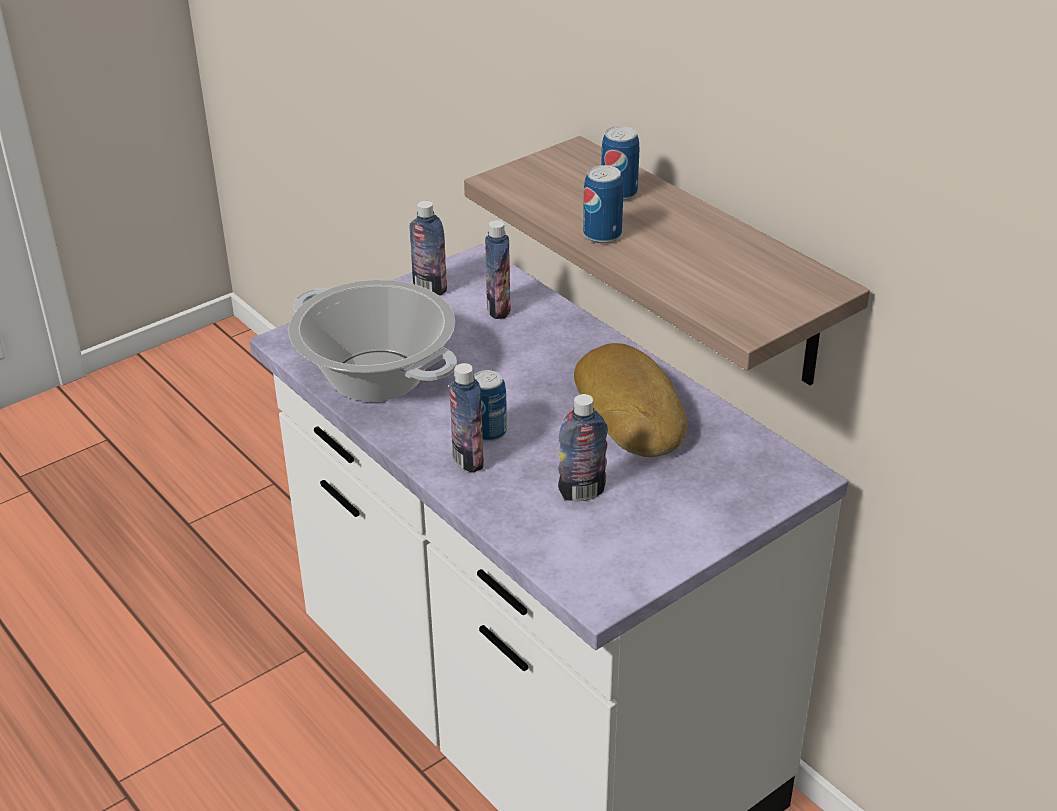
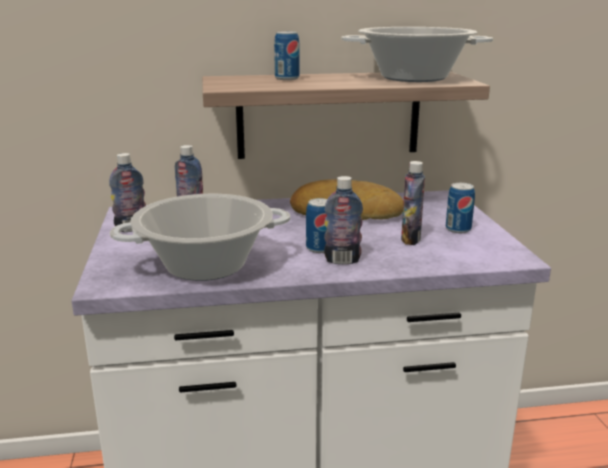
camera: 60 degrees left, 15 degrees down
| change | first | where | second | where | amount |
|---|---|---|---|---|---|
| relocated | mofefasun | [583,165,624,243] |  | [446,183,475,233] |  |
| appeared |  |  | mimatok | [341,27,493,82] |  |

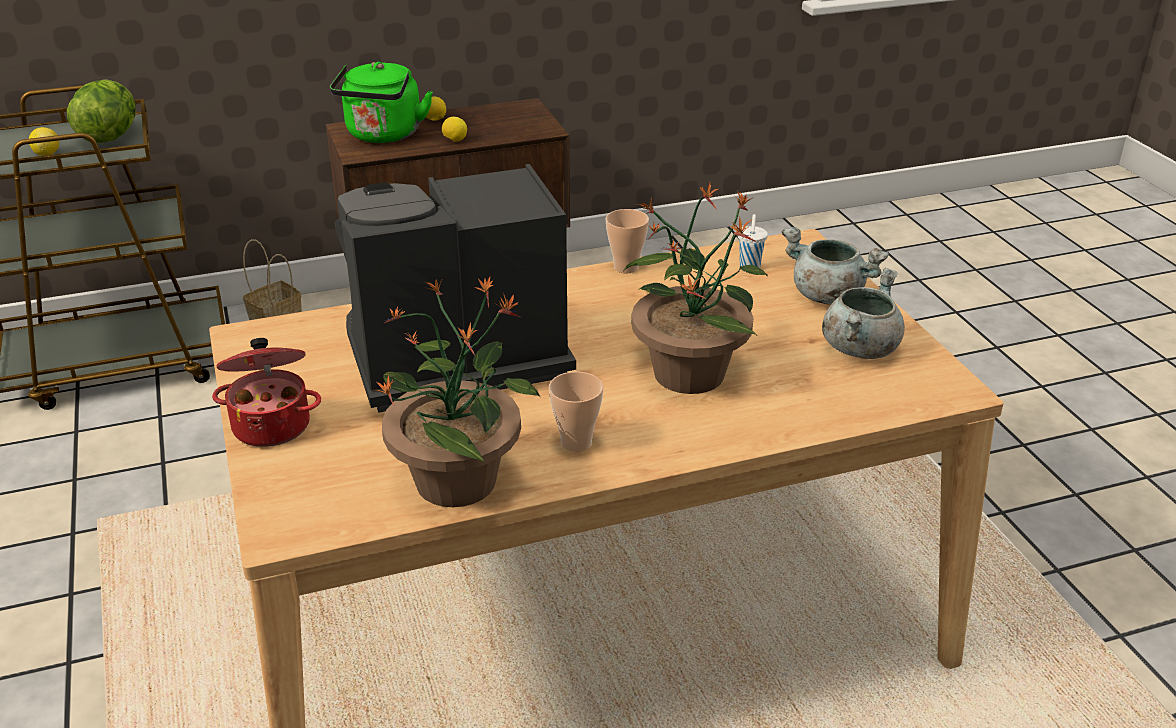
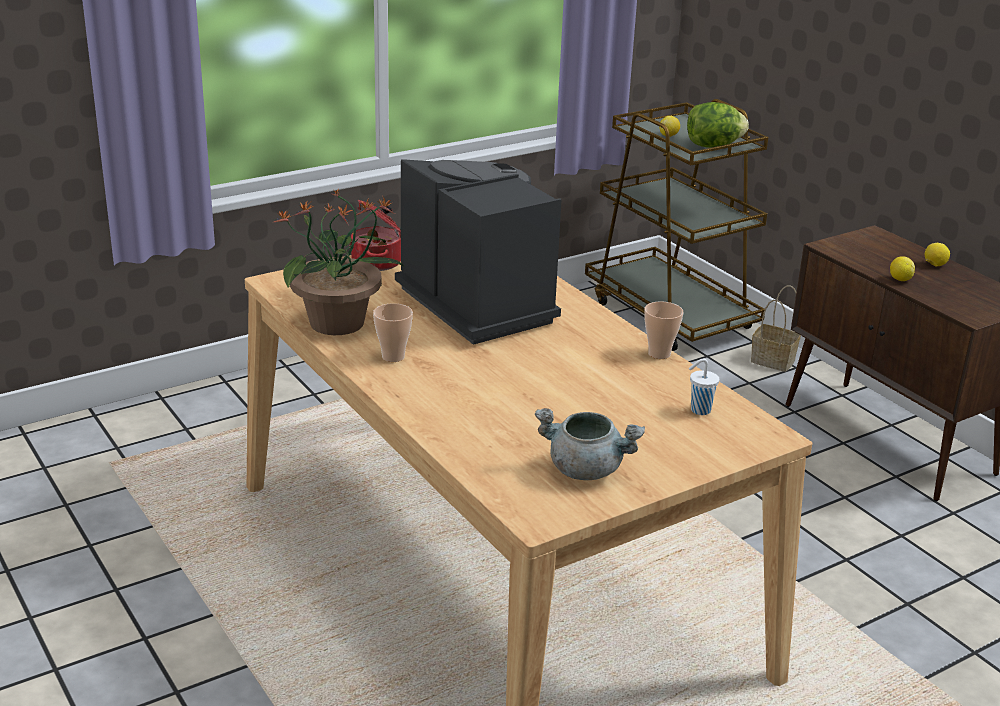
camera: 75 degrees right, 5 degrees down
| change | first | where | second | where | amount |
|---|---|---|---|---|---|
| missing | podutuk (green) | [330,62,433,143] |  |  |  |
| missing | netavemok | [624,182,768,394] |  |  |  |
| missing | mimatok (grey) | [782,227,889,305] |  |  |  |

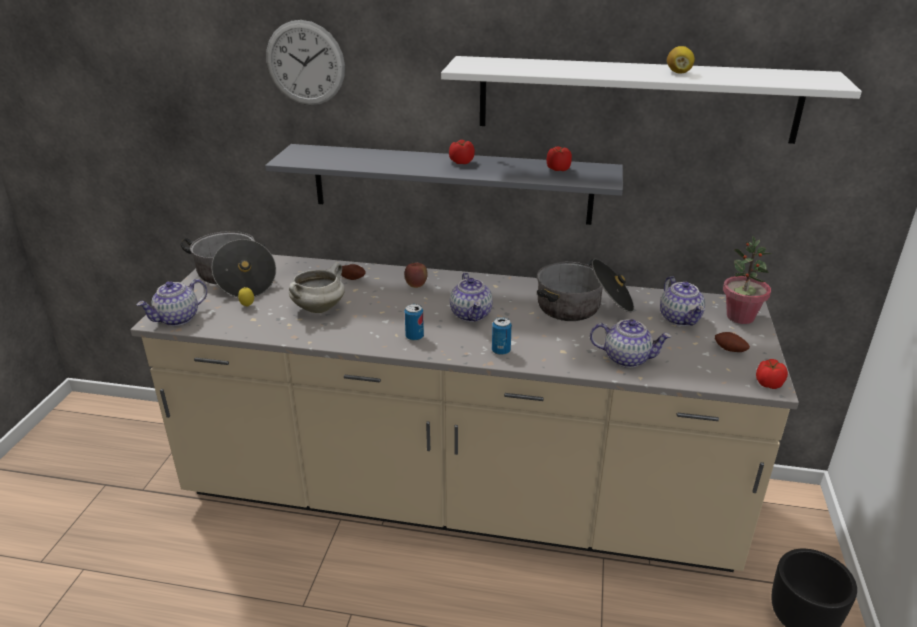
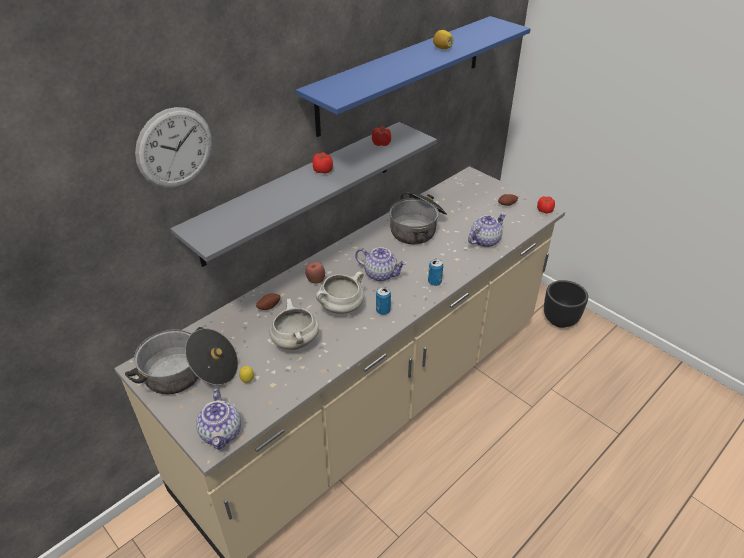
camera: 55 degrees left, 10 degrees up
| change | first | where | second | where | amount |
|---|---|---|---|---|---|
| colour | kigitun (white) | [441,56,862,144] | kigitun (blue) | [296,16,531,137] |  |
| missing | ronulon | [660,276,705,326] |  |  |  |
| missing | netavemok | [723,235,773,324] |  |  |  |
| appeared |  |  | mimatok (white) | [316,271,364,314] |  |

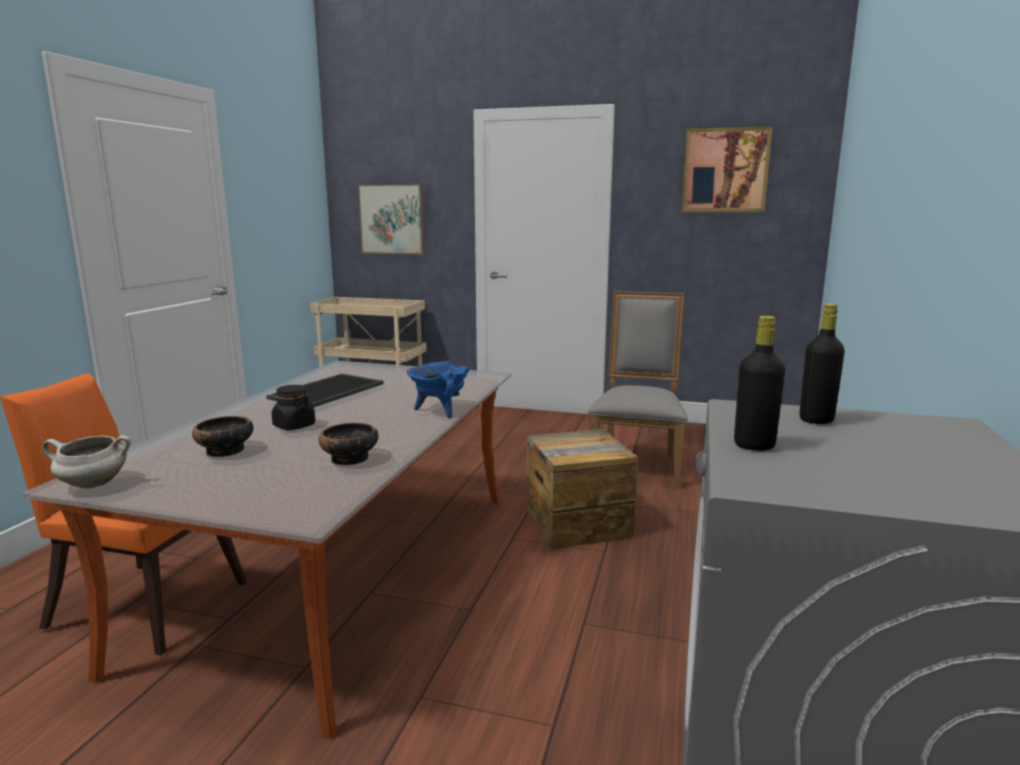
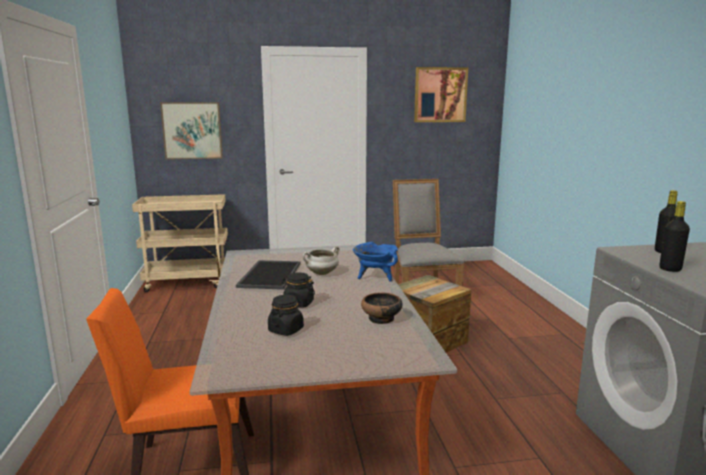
camera: 25 degrees left, 0 degrees up
| change | first | where | second | where | amount |
|---|---|---|---|---|---|
| relocated | mimatok (white) | [42,435,131,488] |  | [303,246,340,275] |  |
| exchanged | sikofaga | [192,416,253,457] | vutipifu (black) | [268,295,304,336] |  |

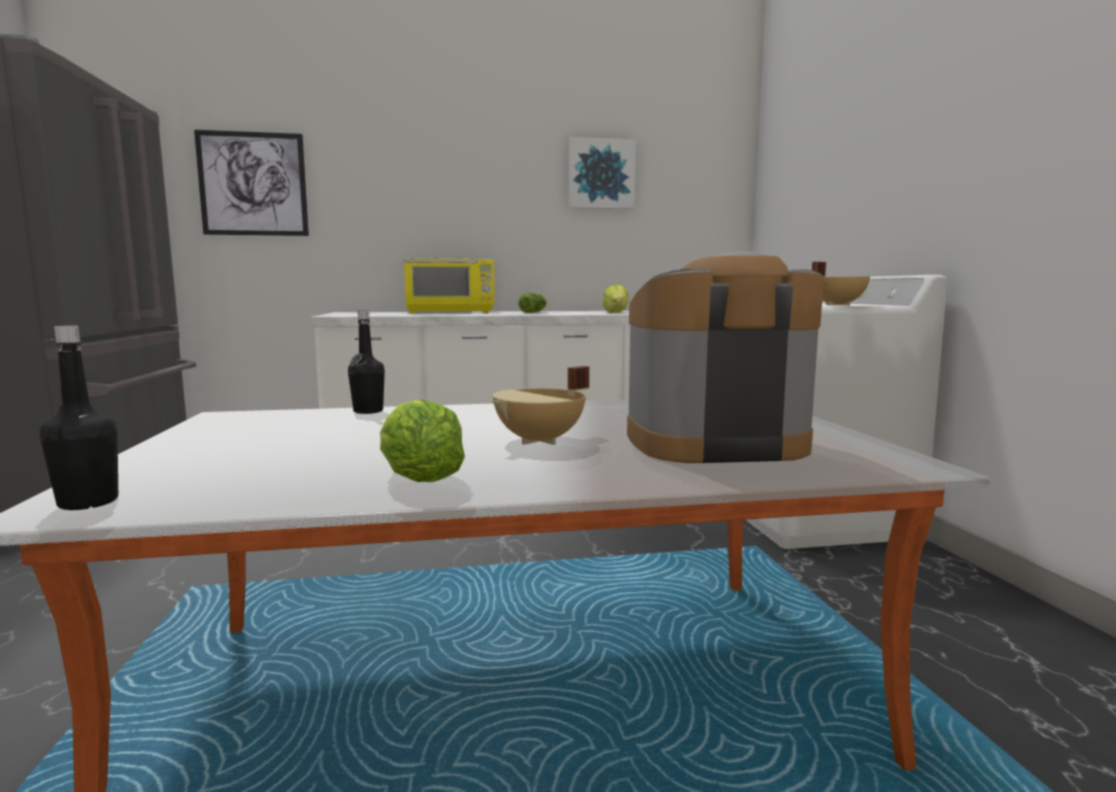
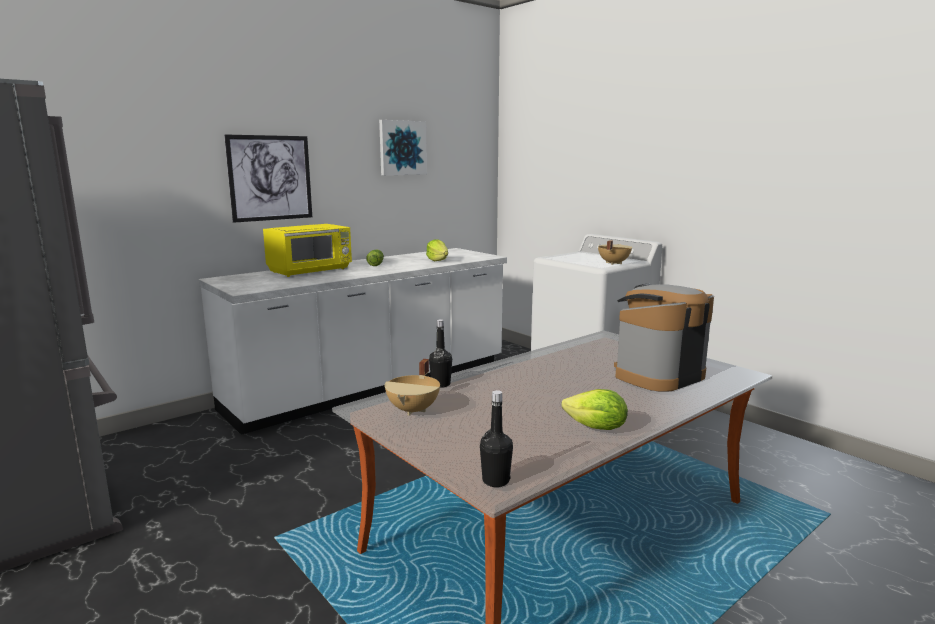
camera: 30 degrees left, 5 degrees up
| change | first | where | second | where | amount |
|---|---|---|---|---|---|
| relocated | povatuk | [194,130,309,236] |  | [224,135,312,223] |  |
| relocated | mimatok (beige) | [492,366,589,445] |  | [384,359,440,416] |  |

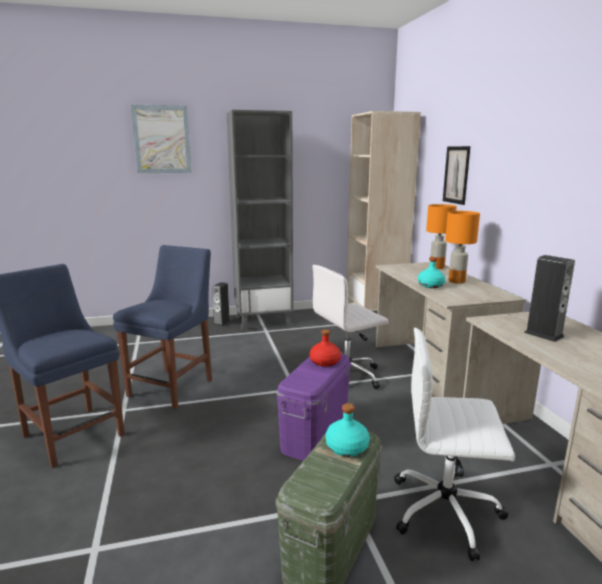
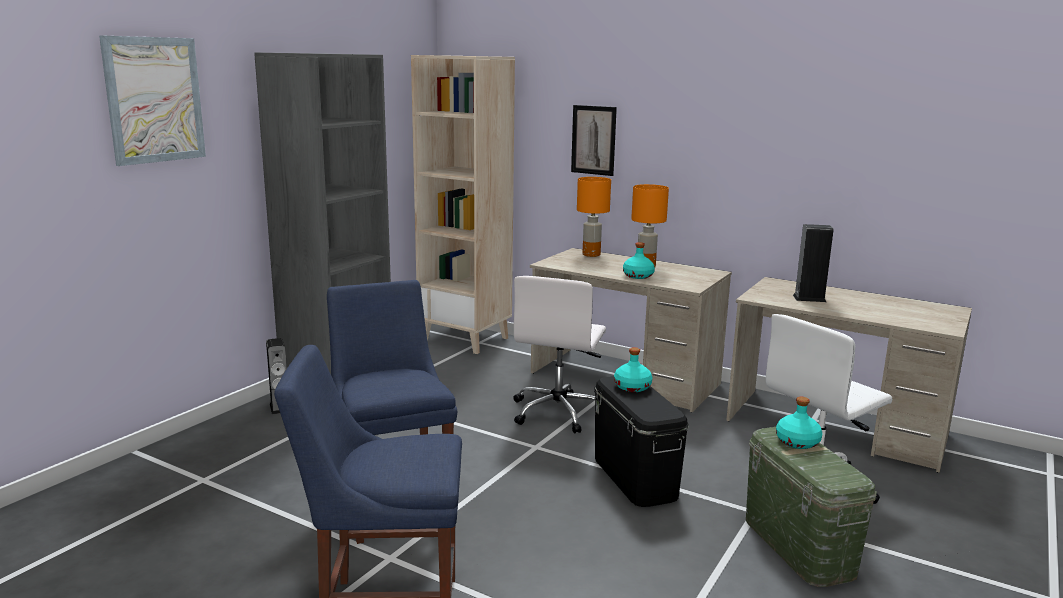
camera: 45 degrees left, 0 degrees up
| change | first | where | second | where | amount |
|---|---|---|---|---|---|
| colour | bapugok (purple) | [276,354,351,461] | bapugok (black) | [594,376,689,507] |  |
| colour | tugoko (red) | [310,330,341,367] | tugoko (turquoise) | [614,347,652,392] |  |

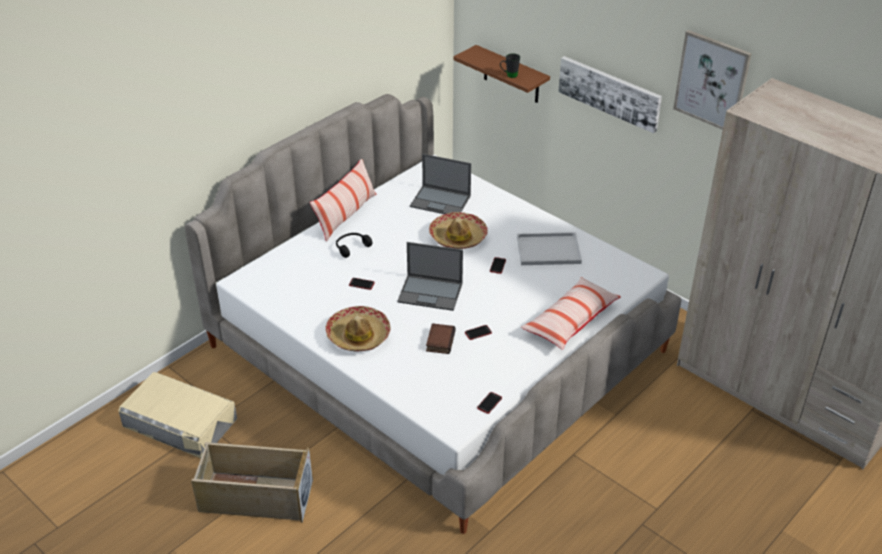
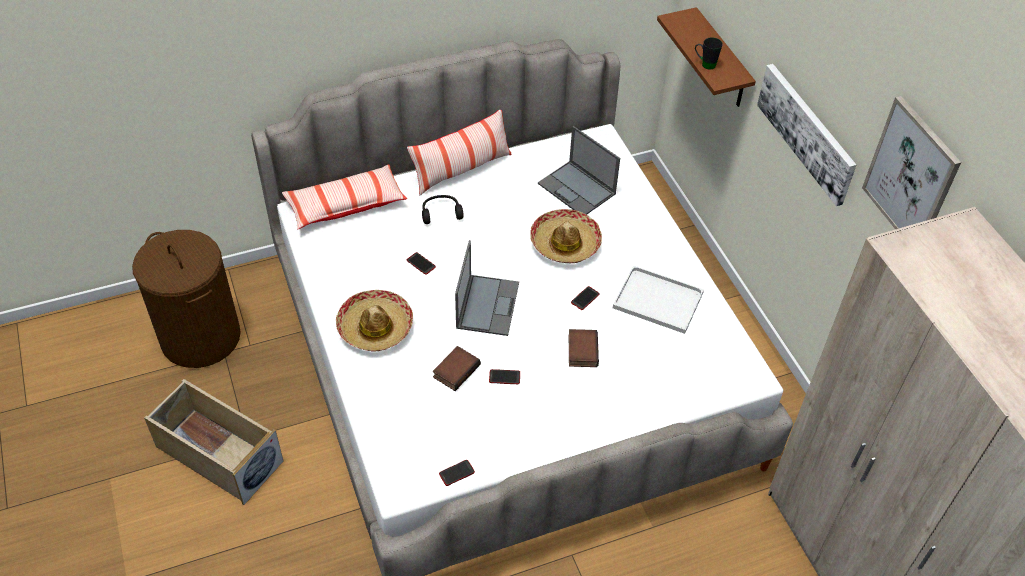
camera: 25 degrees right, 10 degrees up
| change | first | where | second | where | amount |
|---|---|---|---|---|---|
| exchanged | bapugok (beige) | [118,372,237,458] | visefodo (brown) | [132,230,241,368] |  |
| spun | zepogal | [397,242,463,311] |  | [455,240,519,336] | 120 degrees counterclockwise |
| relocated | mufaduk | [521,277,621,350] |  | [282,164,407,229] |  |
| appeared |  |  | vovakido | [569,329,599,367] |  |

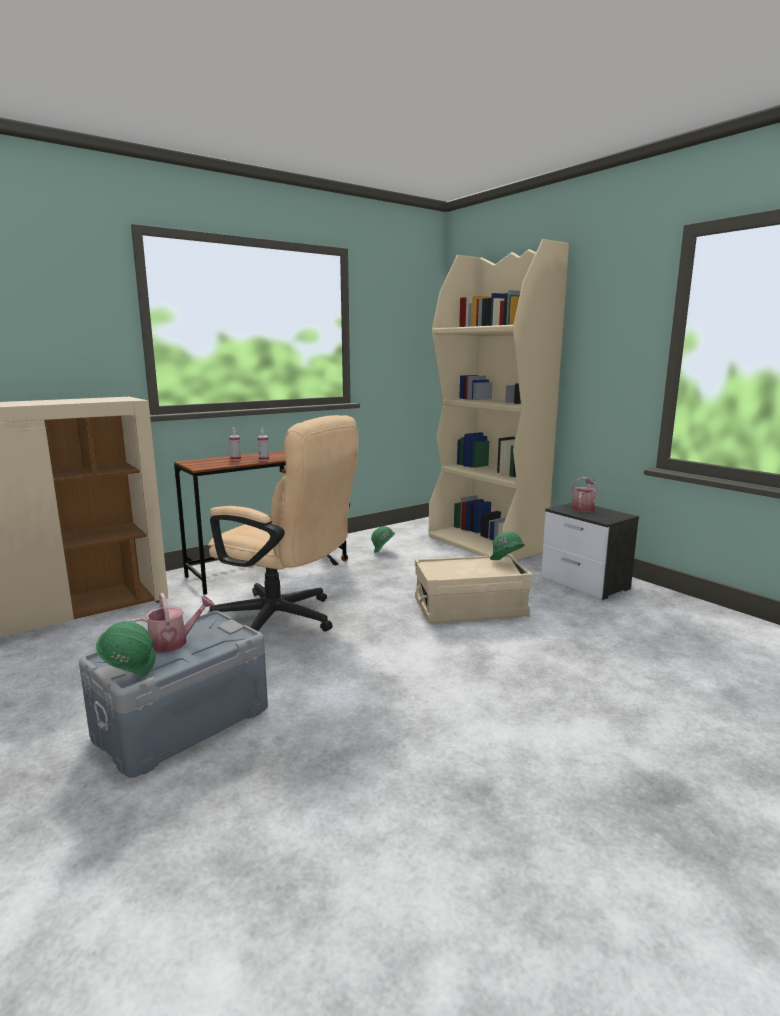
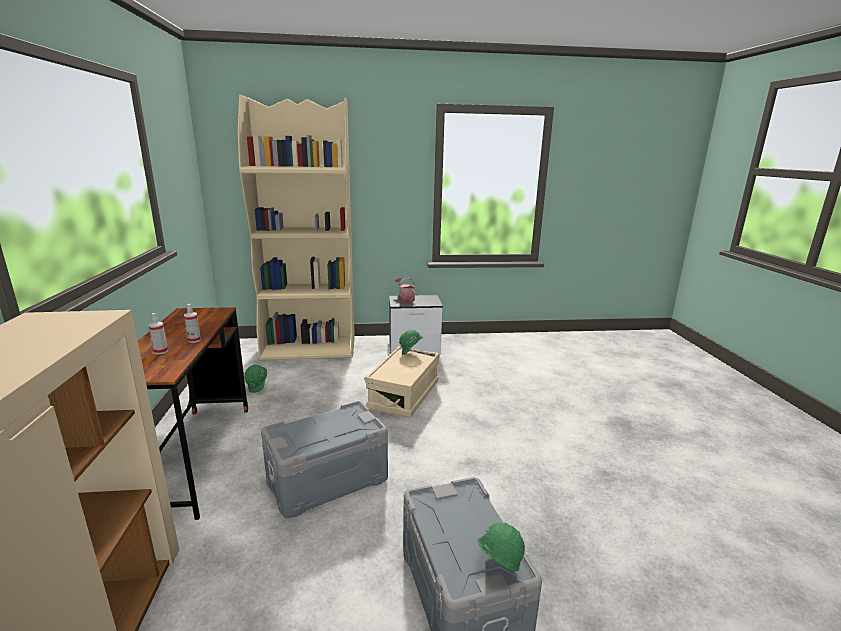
camera: 60 degrees left, 5 degrees up
| change | first | where | second | where | amount |
|---|---|---|---|---|---|
| missing | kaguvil | [131,593,215,653] |  |  |  |
| exchanged | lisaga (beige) | [207,415,358,632] | bapugok (grey) | [261,401,388,518] |  |

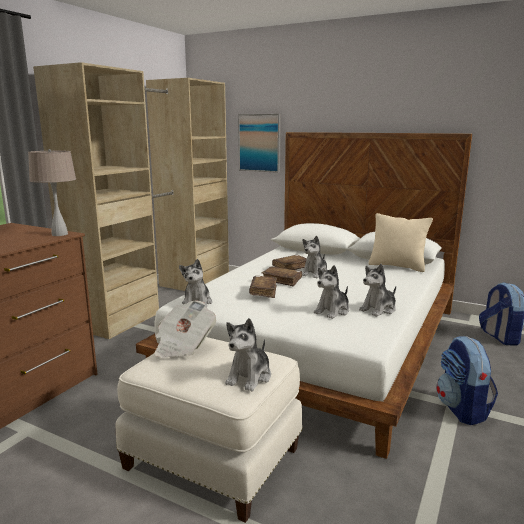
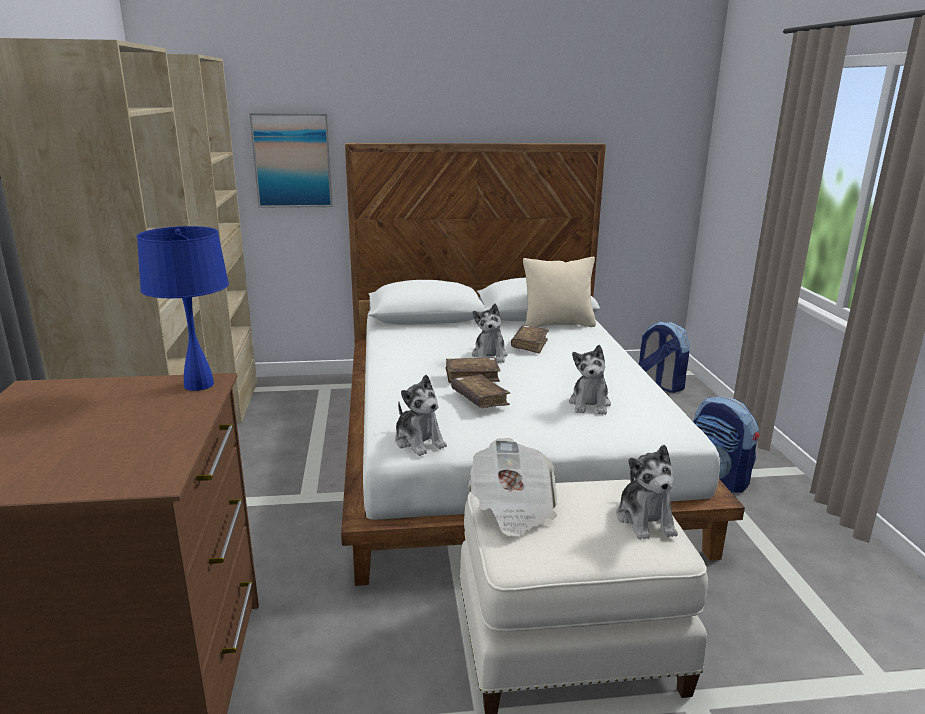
camera: 35 degrees left, 5 degrees up
| change | first | where | second | where | amount |
|---|---|---|---|---|---|
| colour | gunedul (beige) | [28,149,76,236] | gunedul (blue) | [137,226,229,391] |  |
| relocated | vovakido (brown) | [272,255,307,270] |  | [511,325,549,354] |  |
| missing | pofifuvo | [359,264,396,317] |  |  |  |

